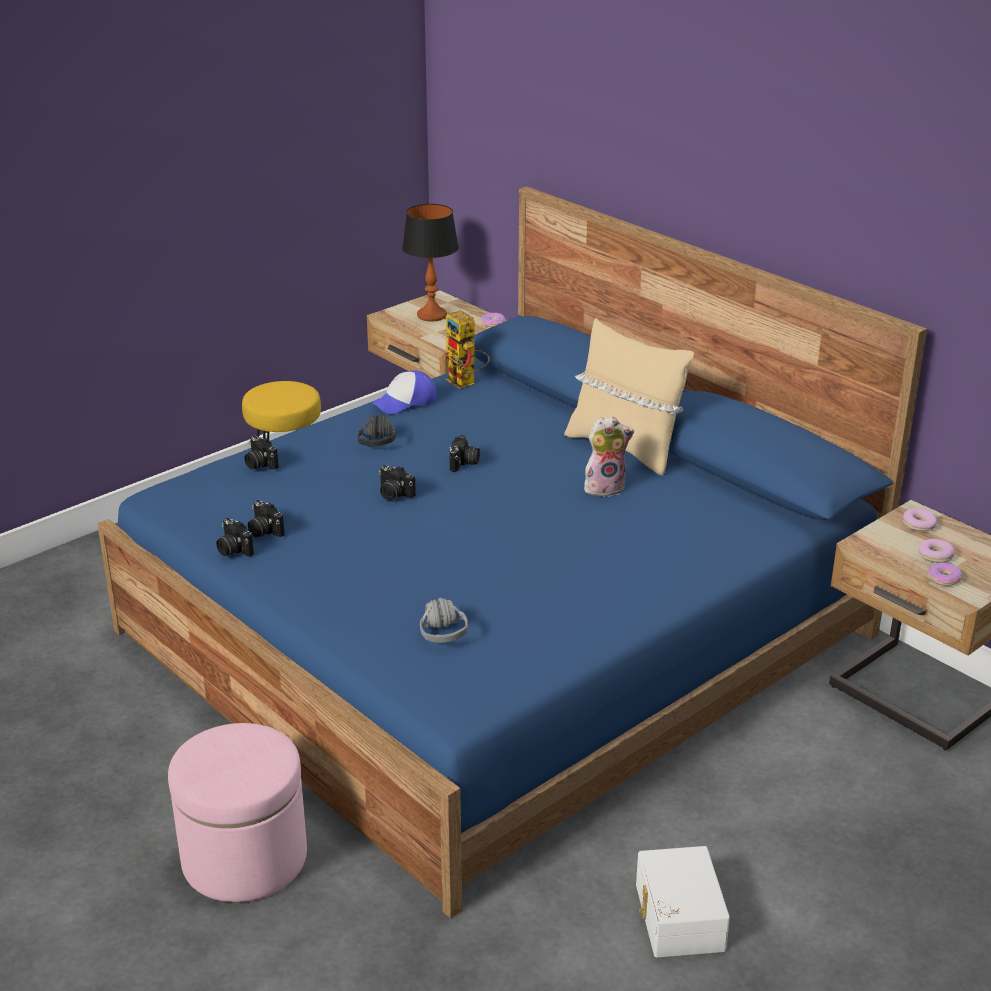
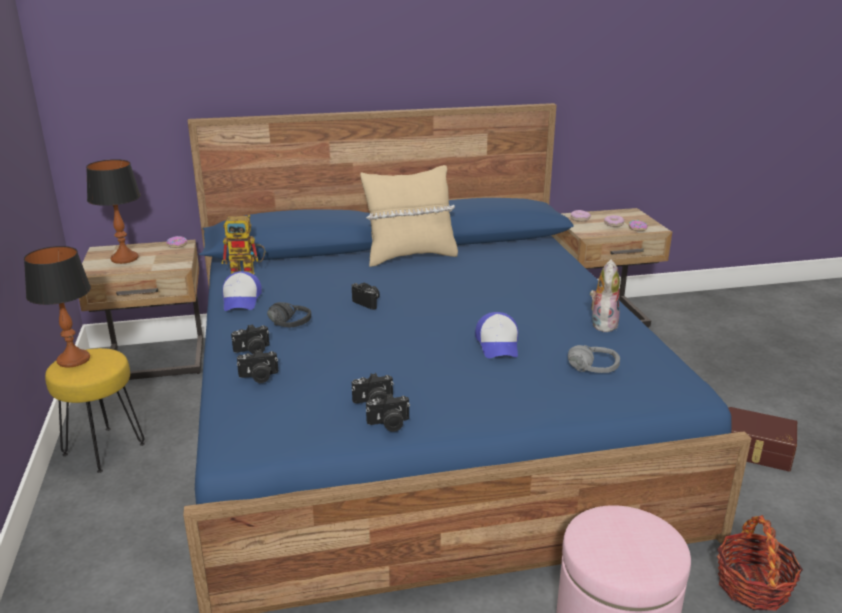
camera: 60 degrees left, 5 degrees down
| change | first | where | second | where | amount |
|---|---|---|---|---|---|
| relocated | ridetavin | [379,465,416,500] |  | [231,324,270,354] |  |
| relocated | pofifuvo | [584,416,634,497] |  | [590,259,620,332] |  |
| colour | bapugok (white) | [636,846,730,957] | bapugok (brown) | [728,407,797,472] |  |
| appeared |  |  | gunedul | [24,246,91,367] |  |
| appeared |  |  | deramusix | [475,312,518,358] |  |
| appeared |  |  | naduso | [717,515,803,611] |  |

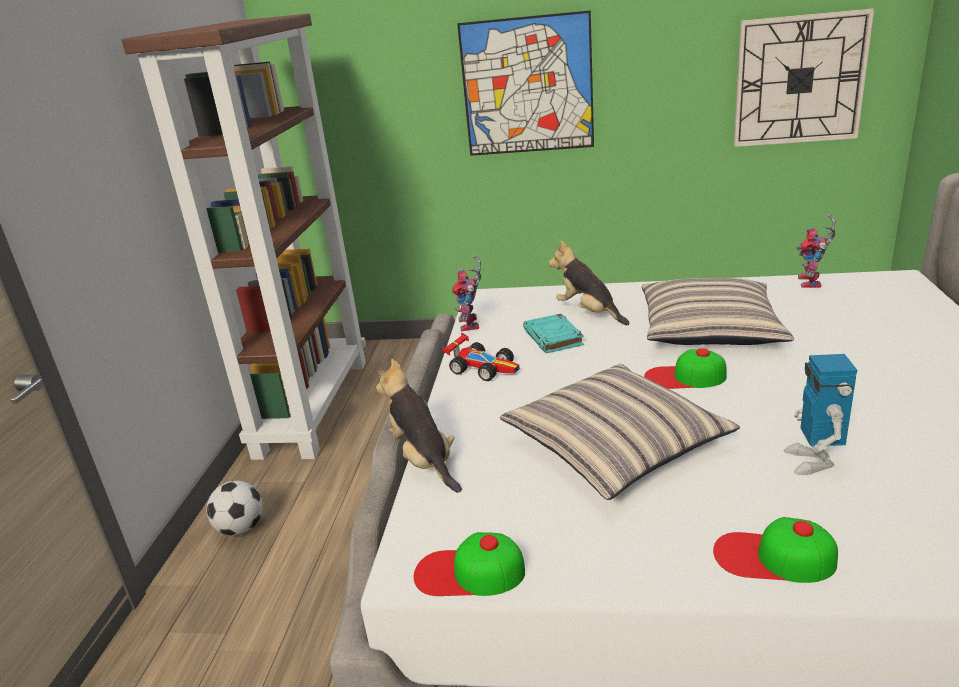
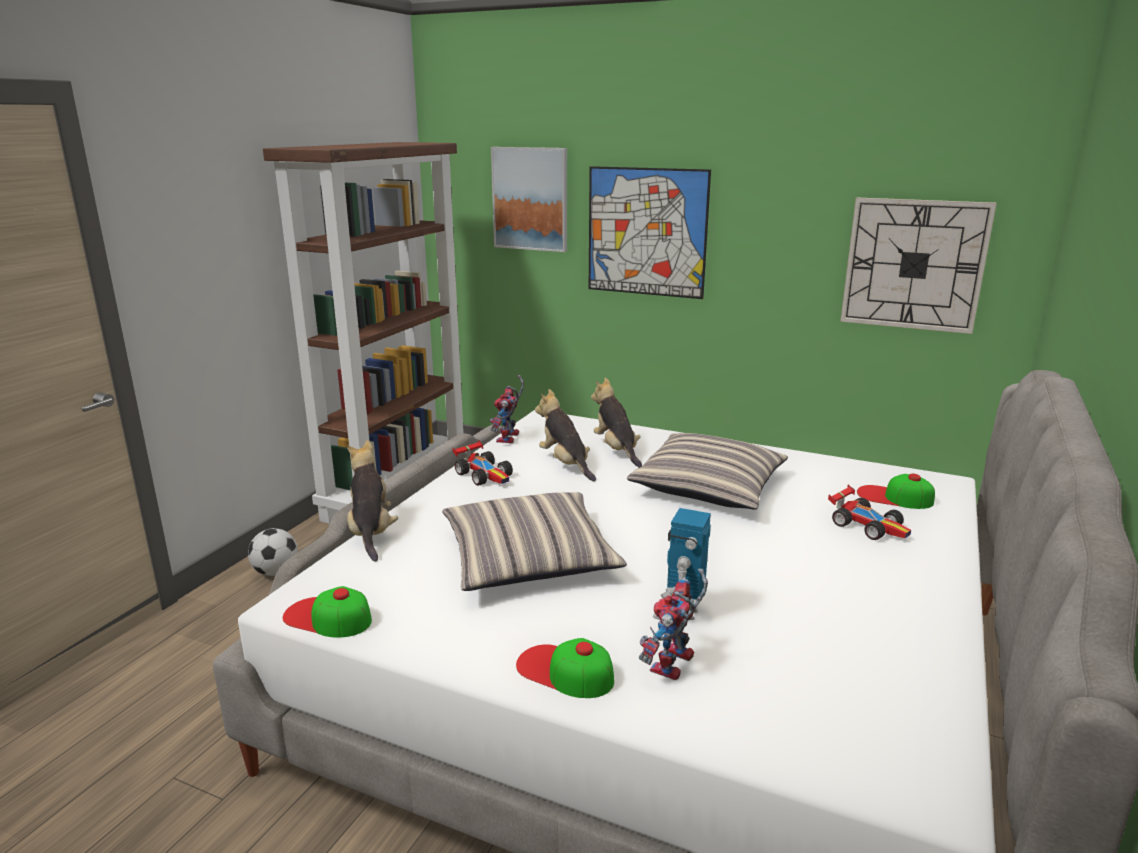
camera: 15 degrees right, 5 degrees down
| change | first | where | second | where | amount |
|---|---|---|---|---|---|
| exchanged | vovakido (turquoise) | [523,314,584,353] | pofifuvo | [535,389,596,481] |  |
| relocated | deramusix | [644,348,727,389] |  | [857,474,935,509] |  |
| relocated | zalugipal | [797,214,836,288] |  | [639,568,708,680] |  |
| appeared |  |  | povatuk | [491,147,567,252] |  |
| appeared |  |  | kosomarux | [828,485,911,540] |  |

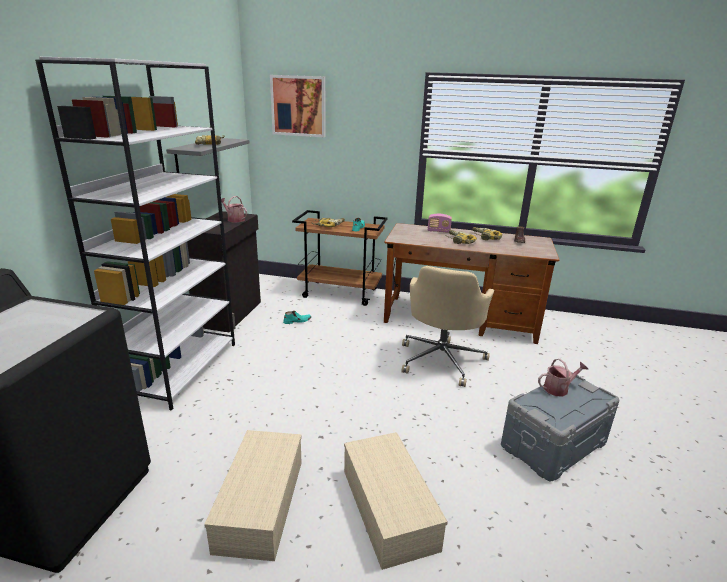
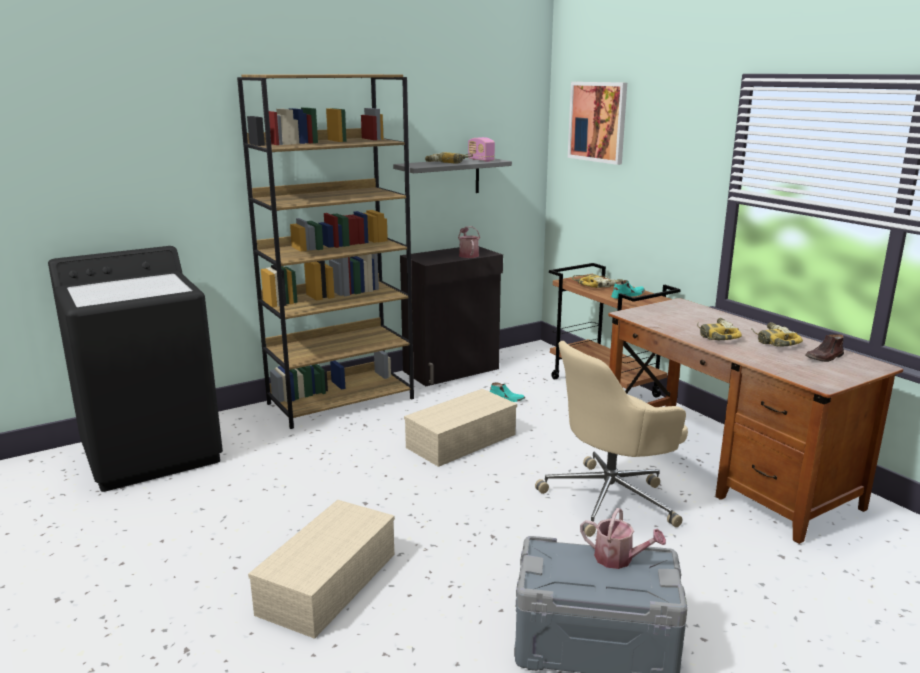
camera: 45 degrees right, 5 degrees down
| change | first | where | second | where | amount |
|---|---|---|---|---|---|
| colour | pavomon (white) | [35,57,235,411] | pavomon (brown) | [237,74,414,429] |  |
| relocated | bapugok (beige) | [204,430,302,561] |  | [404,389,517,467] |  |
| relocated | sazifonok | [428,214,452,233] |  | [468,137,495,162] |  |

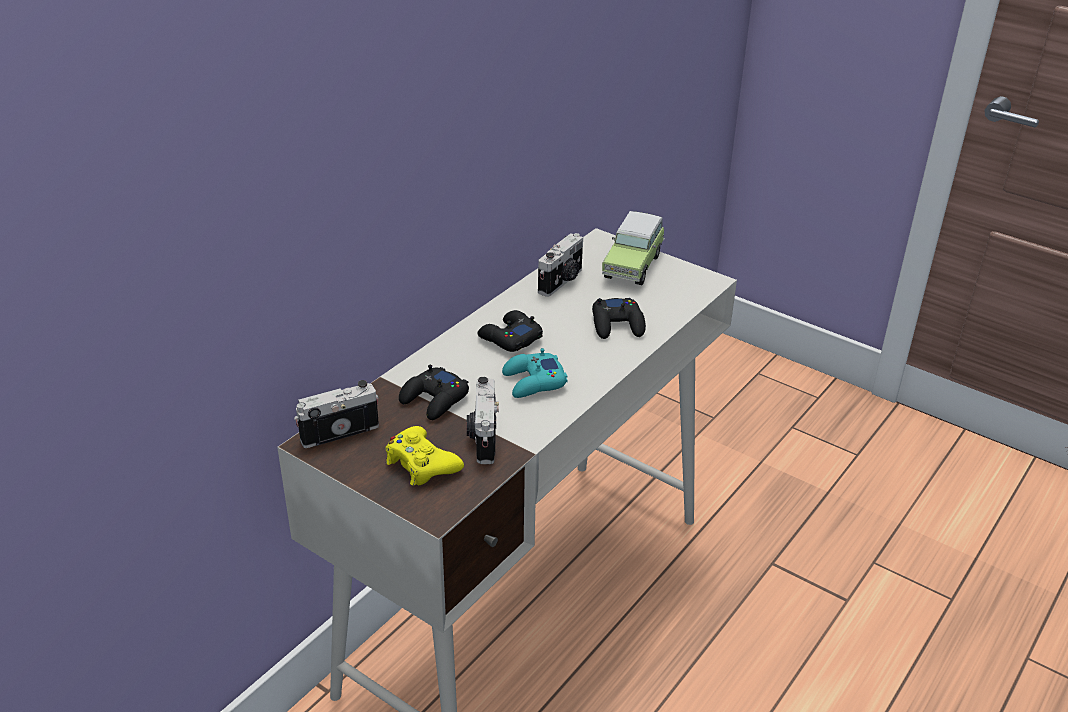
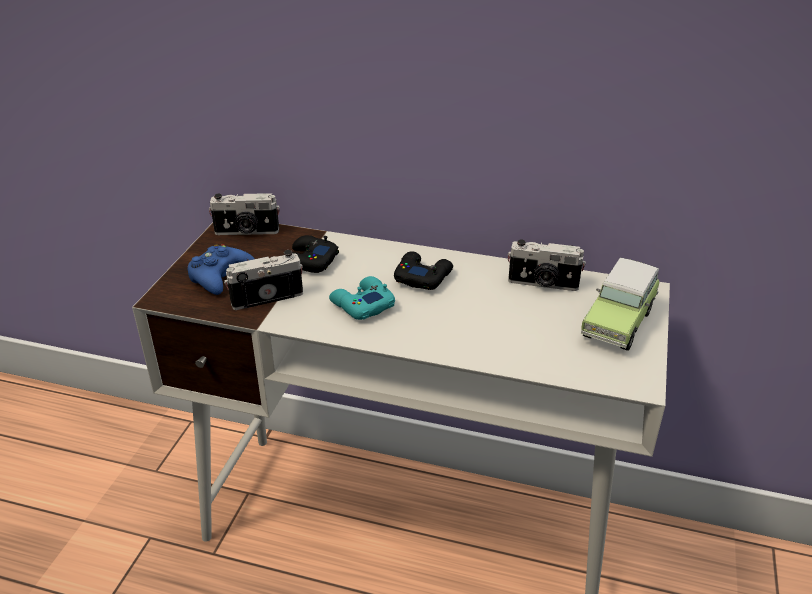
camera: 70 degrees right, 0 degrees up
| change | first | where | second | where | amount |
|---|---|---|---|---|---|
| spun | ridetavin | [294,380,379,448] |  | [209,193,280,235] | 135 degrees clockwise |
| colour | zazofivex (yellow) | [386,426,464,486] | zazofivex (blue) | [187,244,254,295] |  |
| missing | zazofivex (black) | [592,298,646,339] |  |  |  |
| spun | kosomarux | [602,211,665,285] |  | [581,257,659,351] | 60 degrees counterclockwise |

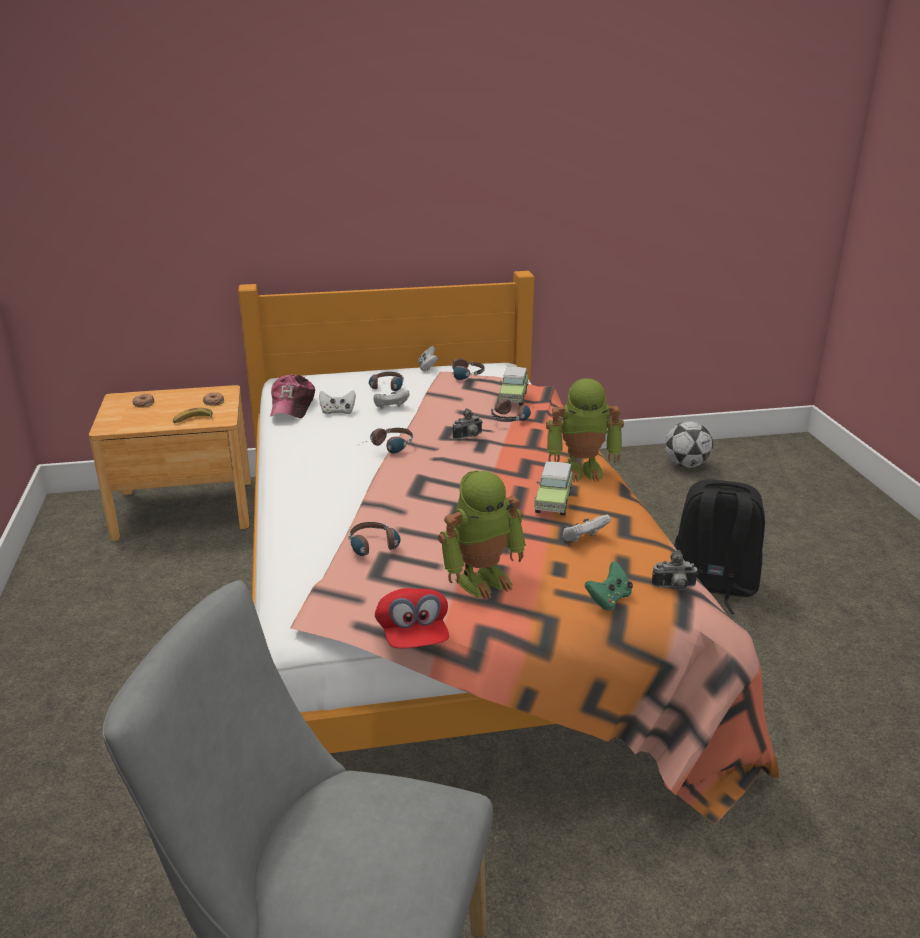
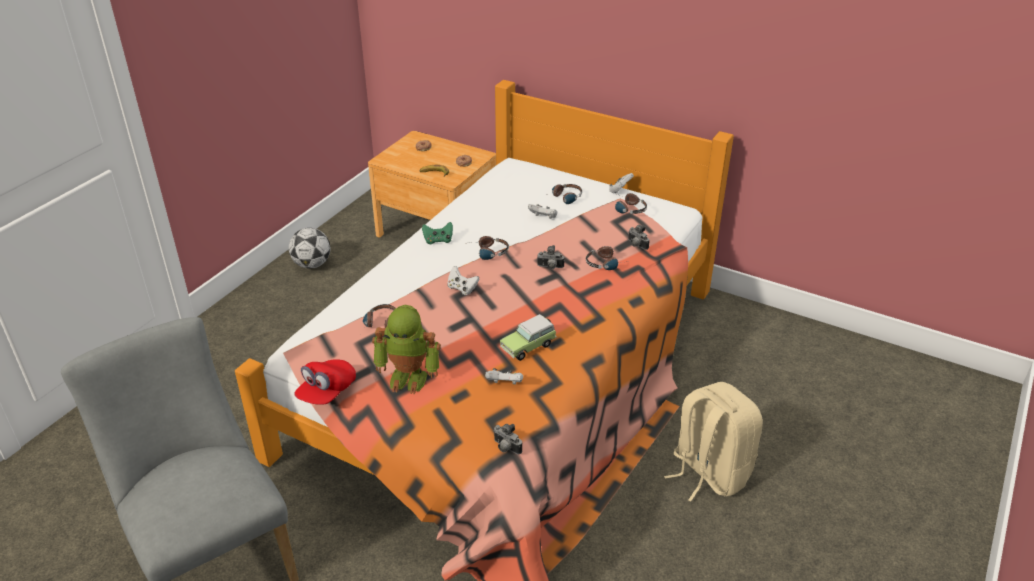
camera: 40 degrees right, 10 degrees up
| change | first | where | second | where | amount |
|---|---|---|---|---|---|
| missing | deramusix | [270,374,315,418] |  |  |  |
| relocated | zazofivex (white) | [319,390,356,414] |  | [447,266,480,295] |  |
| exchanged | kosomarux | [499,367,528,406] | ridetavin | [628,225,650,250] |  |
| missing | zalugipal | [546,378,624,482] |  |  |  |
| relocated | zazofivex (green) | [585,561,633,610] |  | [422,222,453,244] |  |
| relocated | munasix | [665,421,713,468] |  | [289,228,330,269] |  |
| colour | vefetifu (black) | [674,479,765,614] | vefetifu (beige) | [664,382,763,502] |  |

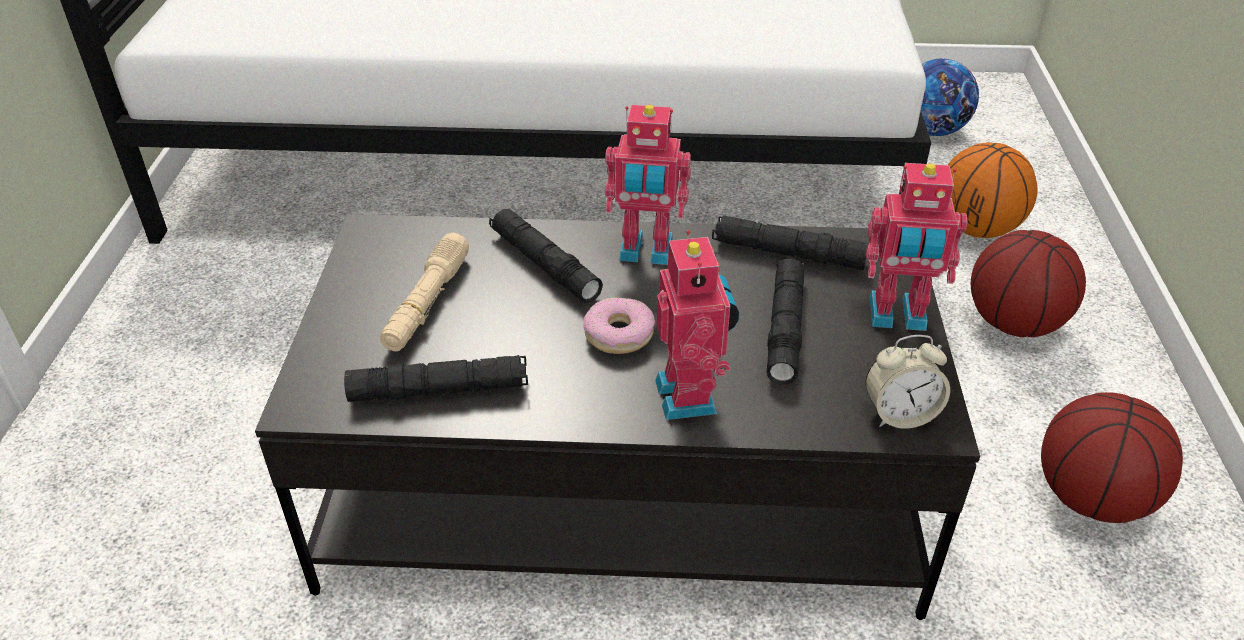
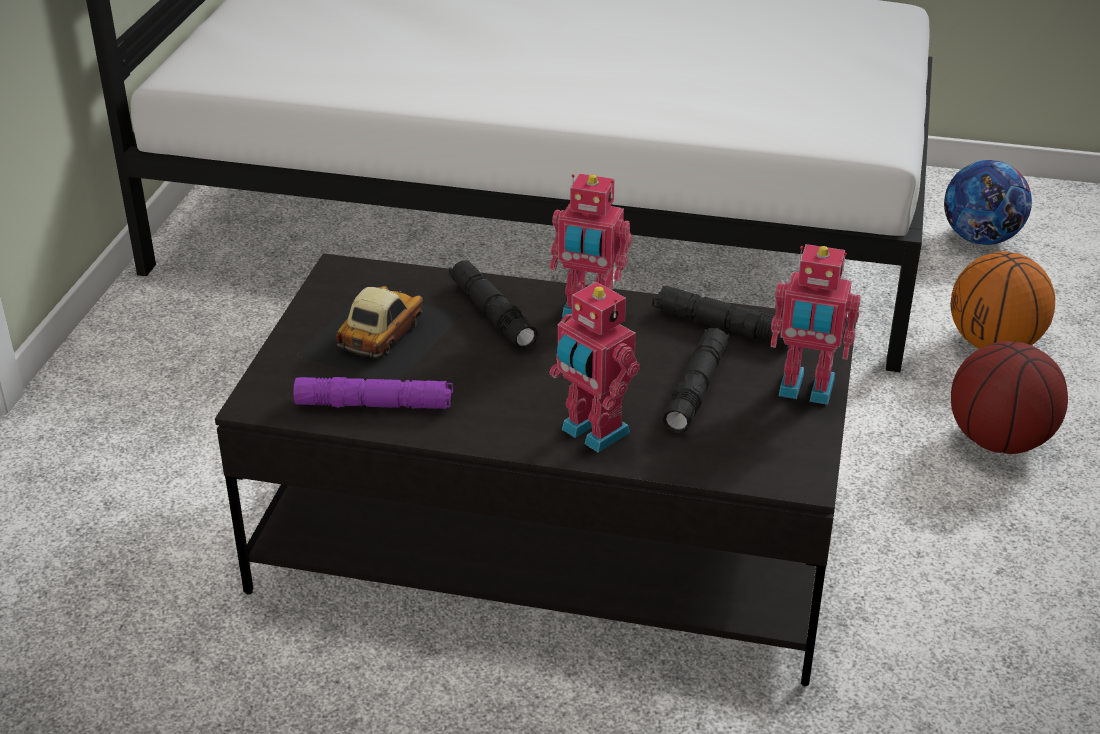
camera: 10 degrees right, 5 degrees down
| change | first | where | second | where | amount |
|---|---|---|---|---|---|
| colour | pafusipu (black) | [344,355,528,402] | pafusipu (purple) | [293,377,453,409] |  |
| exchanged | pafusipu (beige) | [380,233,469,351] | kosomarux | [296,286,462,380] |  |
| missing | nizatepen | [584,297,655,354] |  |  |  |
| spun | zalugipal | [655,230,739,420] |  | [550,281,640,453] | 135 degrees clockwise |
| missing | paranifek | [865,335,950,429] |  |  |  |
| missing | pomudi | [1041,392,1183,523] |  |  |  |

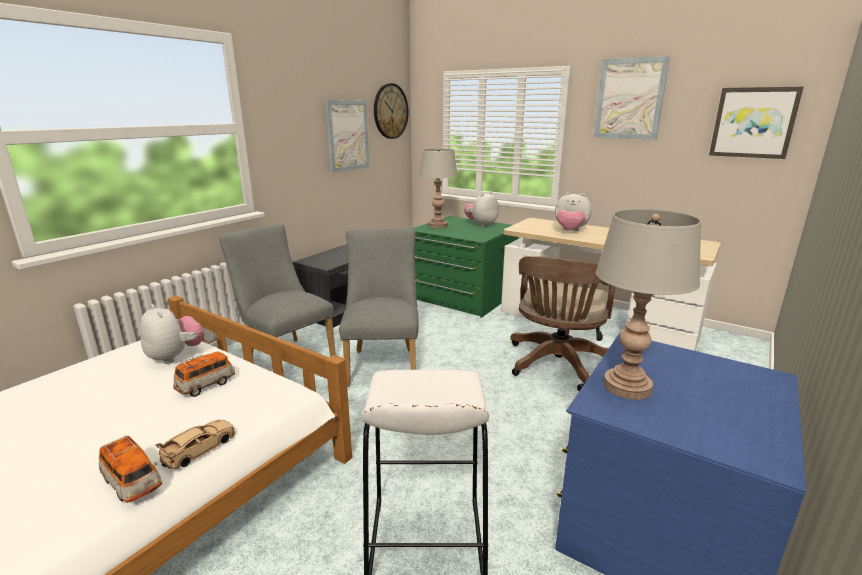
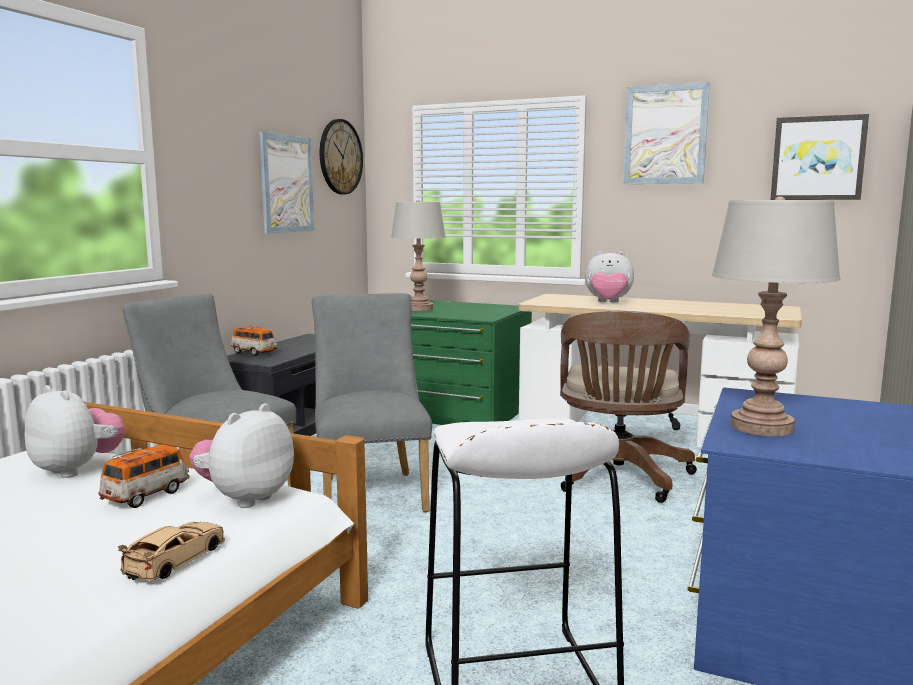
camera: 10 degrees left, 10 degrees down
| change | first | where | second | where | amount |
|---|---|---|---|---|---|
| relocated | kosomarux | [99,435,162,503] |  | [231,325,277,356] |  |
| relocated | pofifuvo | [464,192,499,227] |  | [189,403,294,508] |  |

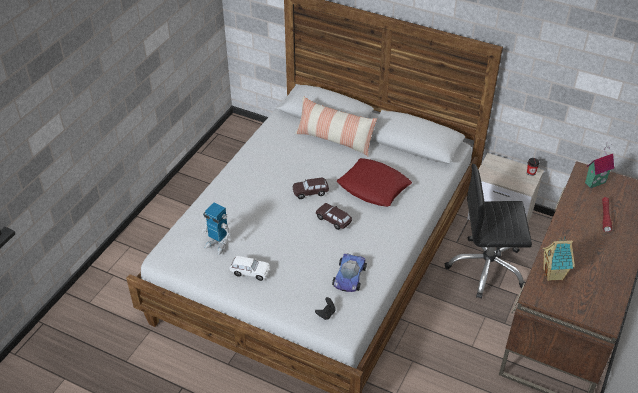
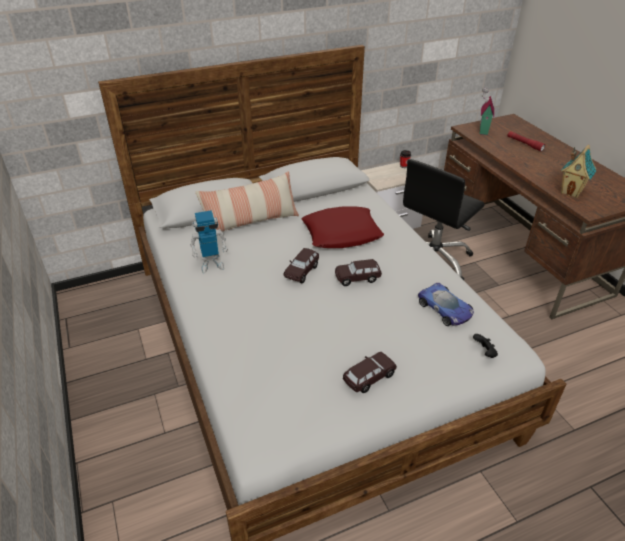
camera: 50 degrees left, 5 degrees down
| change | first | where | second | where | amount |
|---|---|---|---|---|---|
| relocated | zalugipal | [202,203,231,255] |  | [190,210,228,273] |  |
| colour | kosomarux (white) | [230,256,270,281] | kosomarux (brown) | [343,352,397,393] |  |

